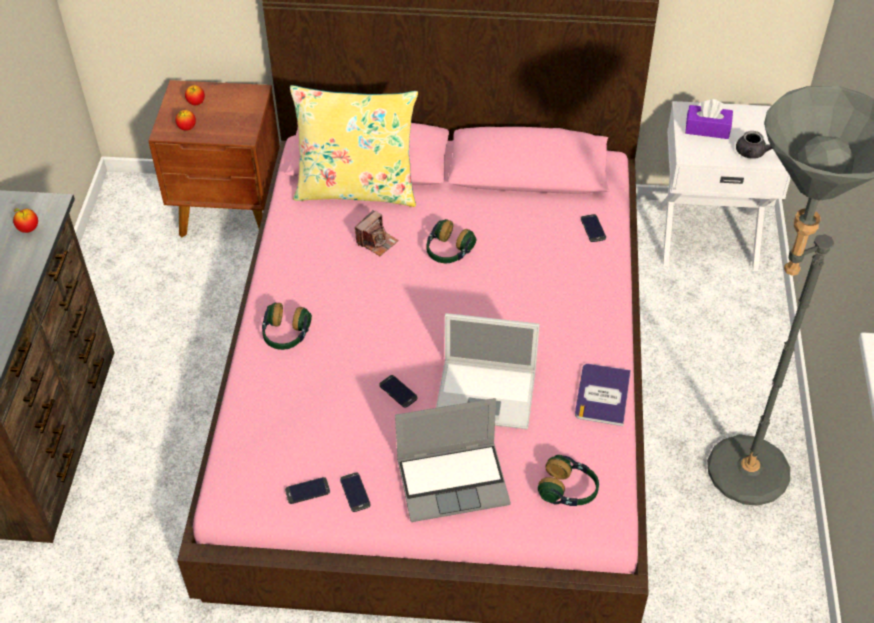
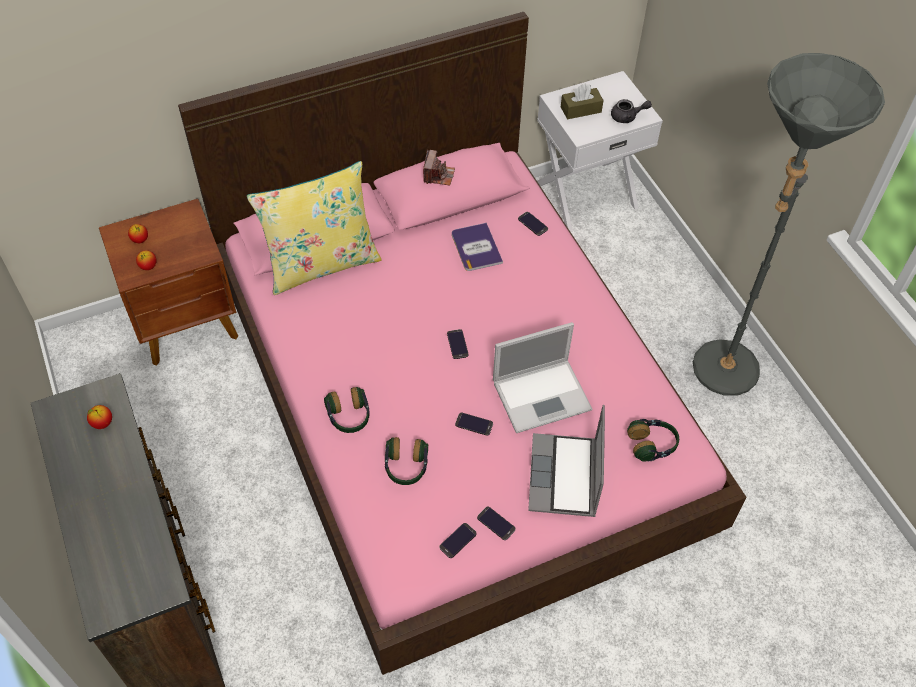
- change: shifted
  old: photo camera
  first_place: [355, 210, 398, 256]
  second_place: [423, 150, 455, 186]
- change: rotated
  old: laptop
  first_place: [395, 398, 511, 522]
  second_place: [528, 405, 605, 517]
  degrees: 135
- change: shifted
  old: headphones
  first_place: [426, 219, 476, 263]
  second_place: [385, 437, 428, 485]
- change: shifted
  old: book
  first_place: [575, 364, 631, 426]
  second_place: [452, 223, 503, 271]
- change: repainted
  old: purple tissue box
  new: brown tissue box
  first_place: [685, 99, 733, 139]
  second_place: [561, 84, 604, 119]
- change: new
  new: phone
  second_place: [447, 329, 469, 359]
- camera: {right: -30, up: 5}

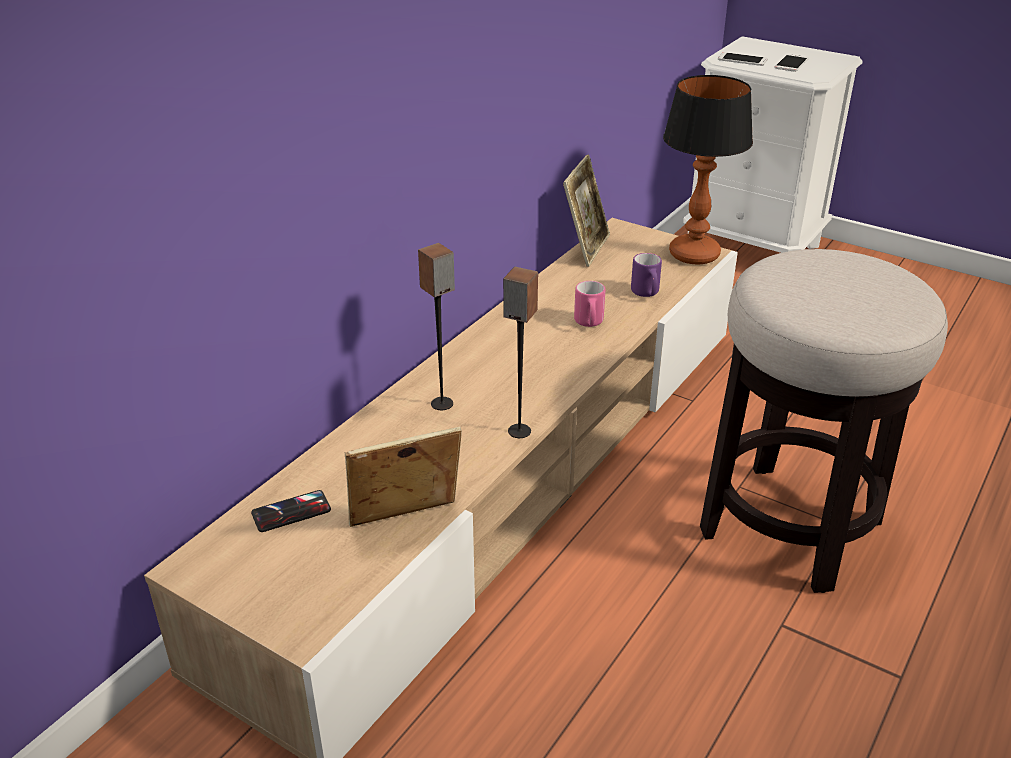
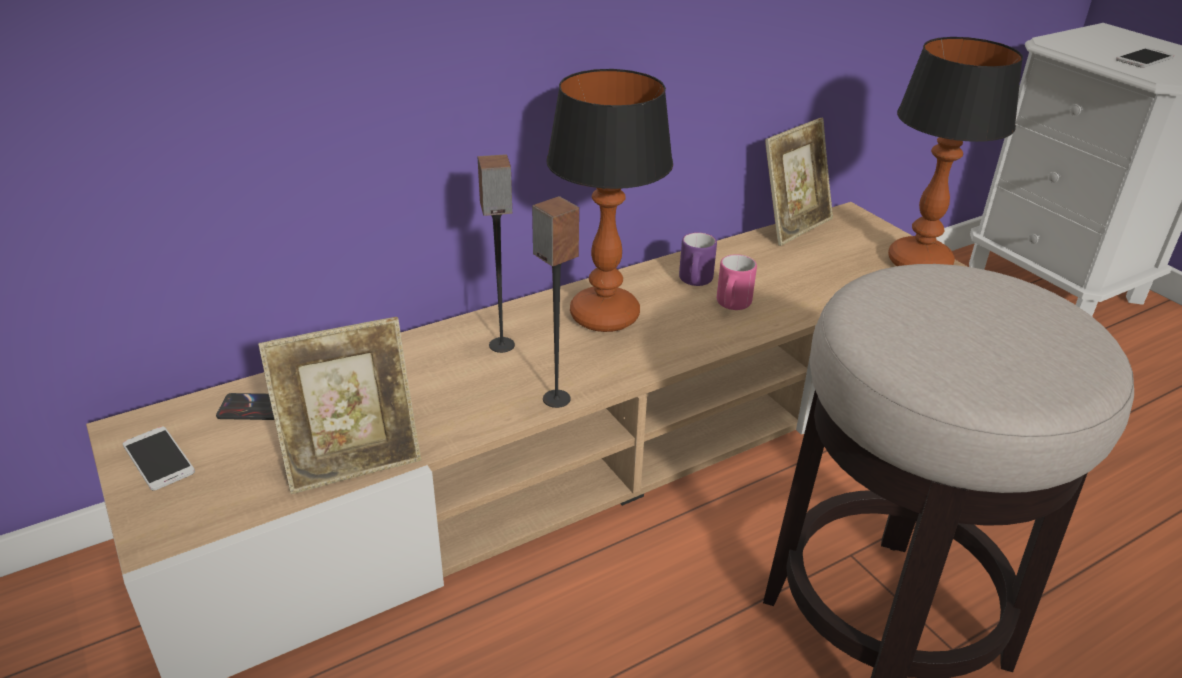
- change: rotated
  old: picture frame
  first_place: [345, 427, 462, 527]
  second_place: [258, 317, 421, 494]
  degrees: 150
- change: shifted
  old: purple mug
  first_place: [631, 253, 662, 297]
  second_place: [679, 232, 717, 286]
- change: shifted
  old: phone
  first_place: [718, 52, 768, 66]
  second_place: [123, 427, 195, 490]
- change: new
  new: table lamp
  second_place: [546, 69, 673, 332]
- camera: {right: 25, up: 0}

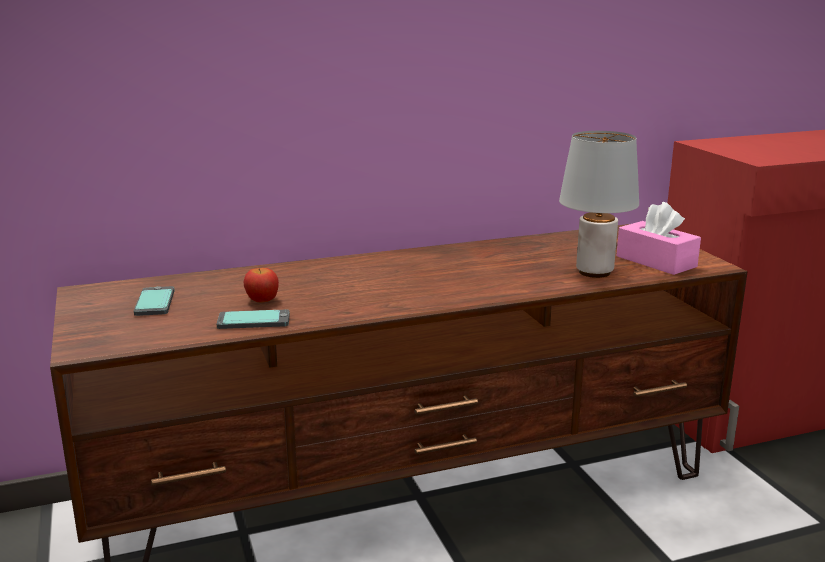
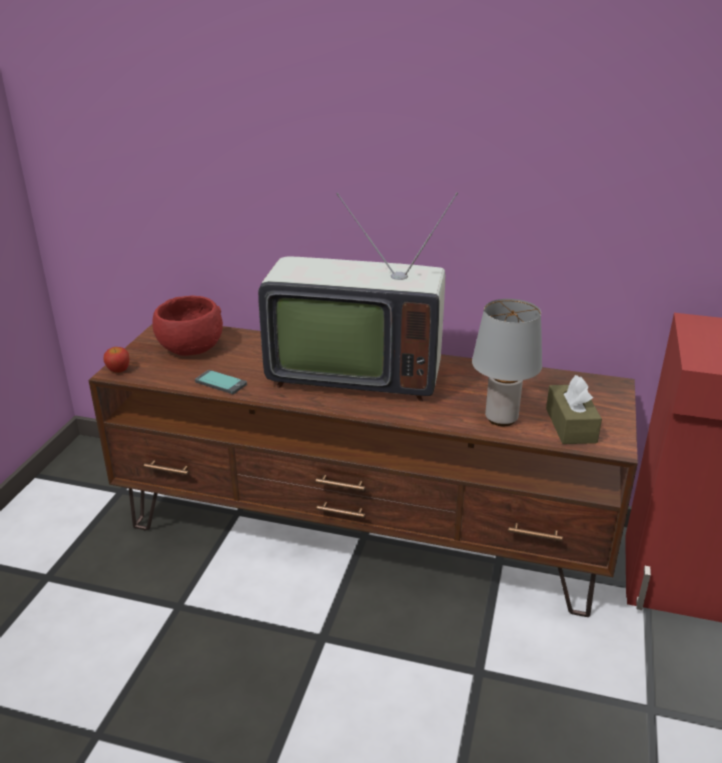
- change: swapped
  old: phone
  new: red bowl
  first_place: [134, 286, 175, 316]
  second_place: [152, 296, 223, 356]
- change: shifted
  old: apple
  first_place: [244, 268, 279, 302]
  second_place: [103, 347, 129, 373]
- change: repainted
  old: pink tissue box
  new: brown tissue box
  first_place: [617, 202, 701, 275]
  second_place: [546, 375, 602, 444]
- change: new
  new: television
  second_place: [258, 192, 458, 402]
- camera: {right: 35, up: 10}

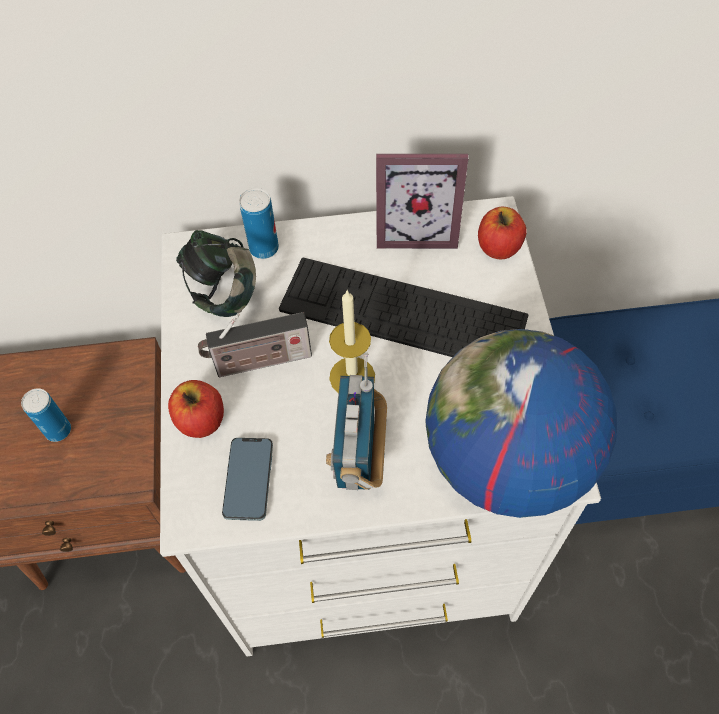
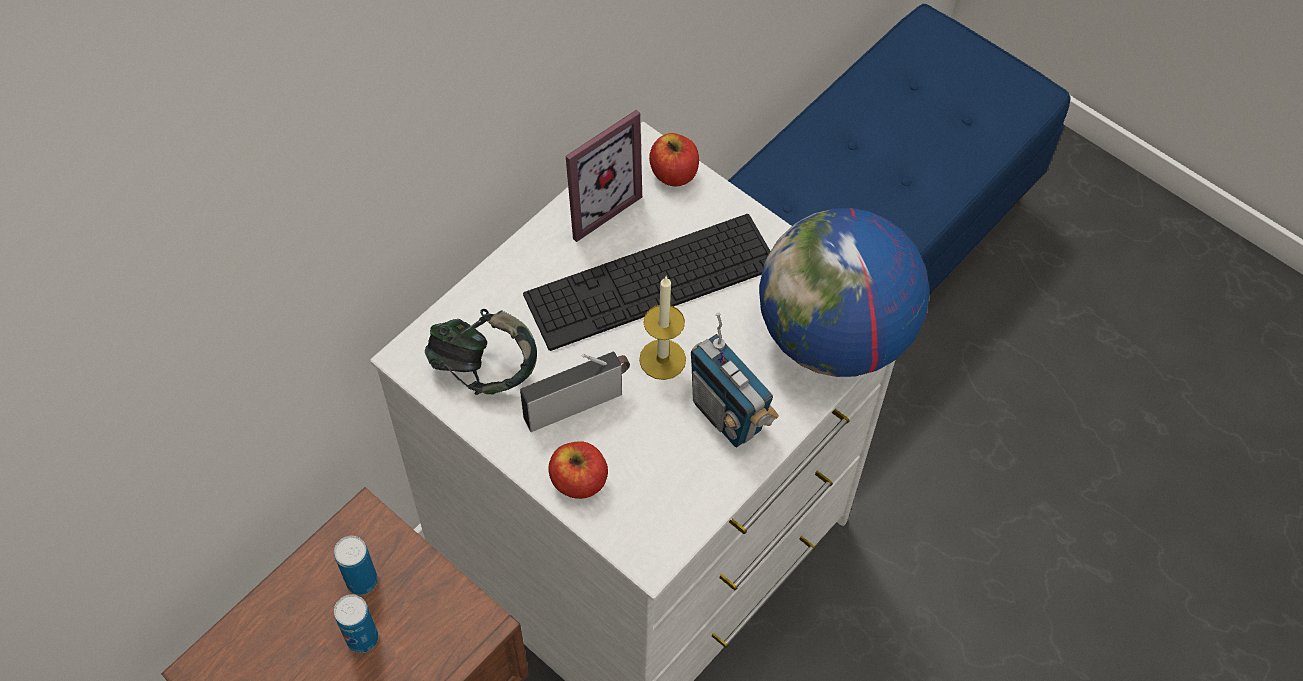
- change: rotated
  old: radio
  first_place: [198, 312, 312, 377]
  second_place: [520, 352, 630, 432]
  degrees: -150
- change: gone
  old: phone
  first_place: [222, 438, 273, 521]
- change: shifted
  old: can
  first_place: [239, 188, 279, 259]
  second_place: [334, 536, 378, 595]
- camera: {right: -45, up: 0}

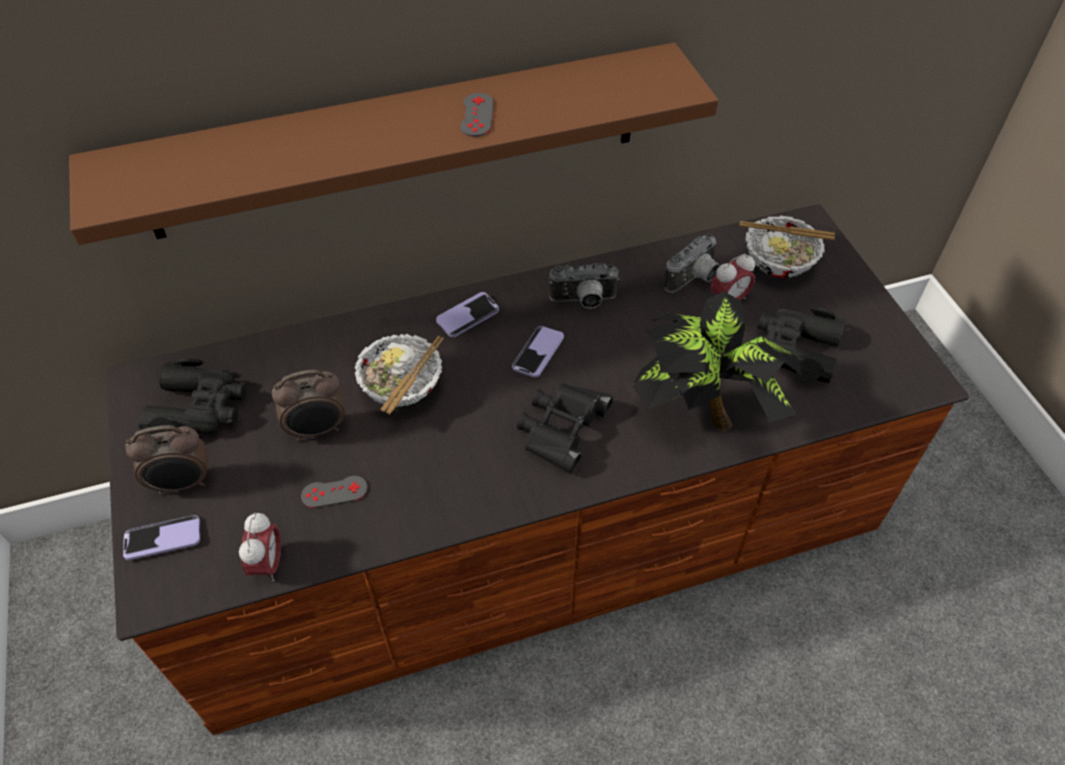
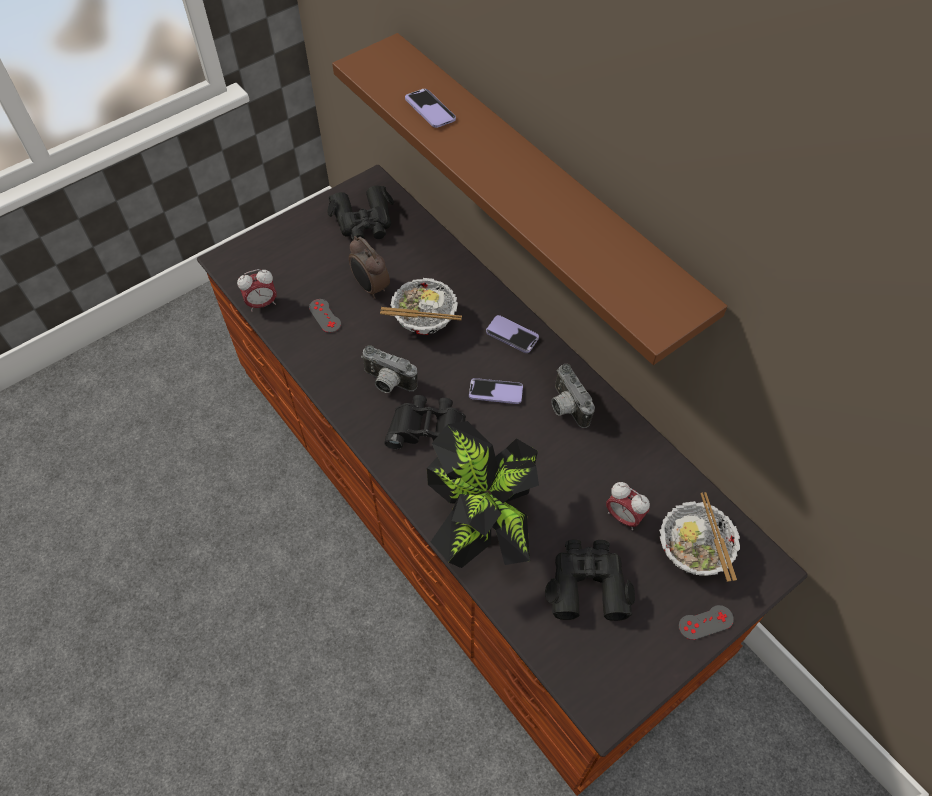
- change: shifted
  old: phone
  first_place: [123, 515, 200, 560]
  second_place: [405, 89, 456, 128]
- change: gone
  old: alarm clock
  first_place: [125, 425, 208, 495]
- change: shifted
  old: grey game controller
  first_place: [460, 93, 494, 137]
  second_place: [679, 605, 734, 640]
- change: shifted
  old: photo camera
  first_place: [664, 234, 720, 293]
  second_place: [361, 345, 418, 393]
- camera: {right: 70, up: 5}

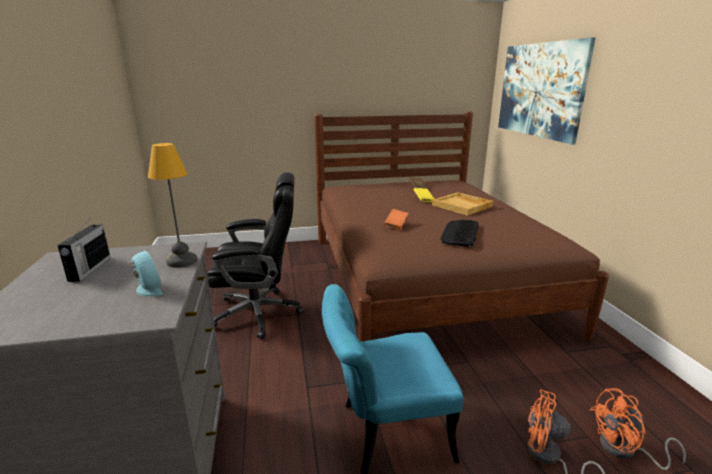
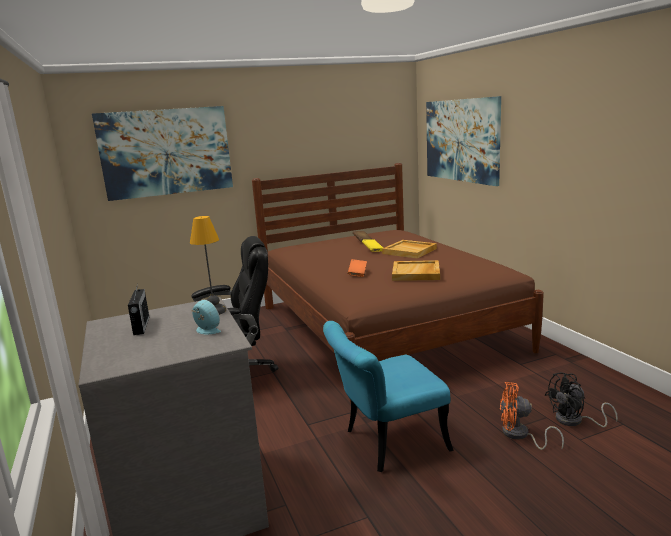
- change: swapped
  old: keyboard
  new: beige tray
  first_place: [441, 220, 479, 247]
  second_place: [392, 260, 440, 281]
- change: repainted
  old: orange fan
  new: black fan
  first_place: [590, 388, 686, 470]
  second_place: [545, 372, 618, 428]
- change: new
  new: picture
  second_place: [92, 106, 233, 201]
- camera: {right: -10, up: -5}

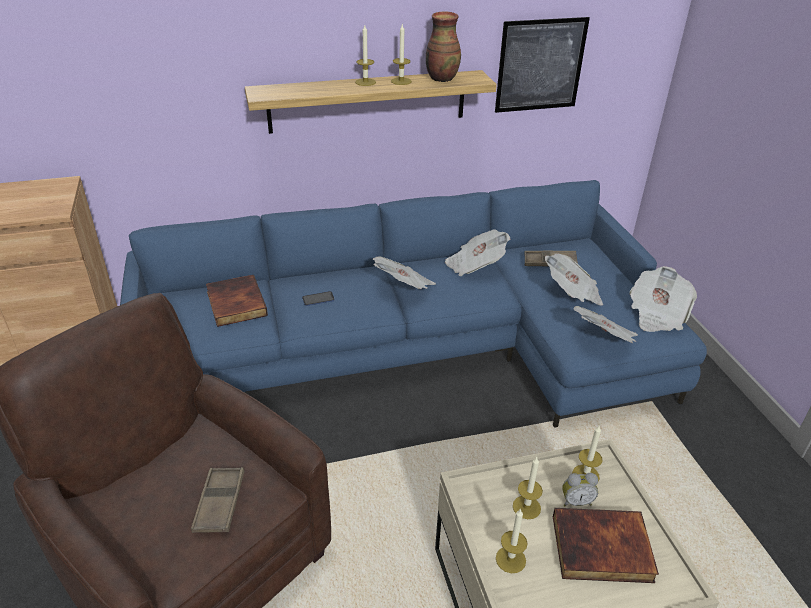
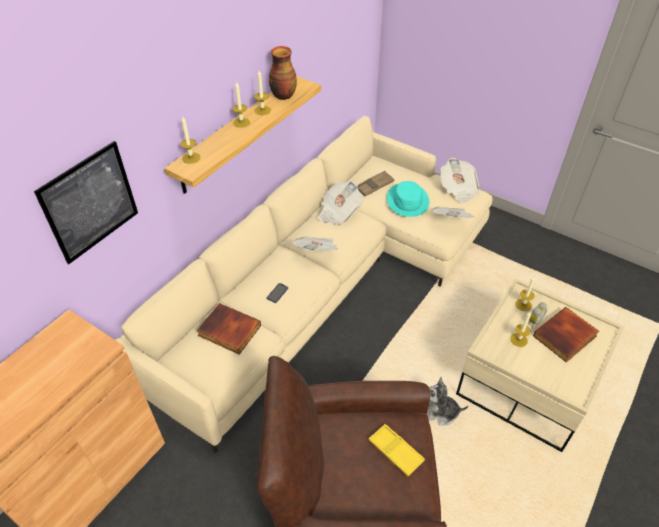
- change: repainted
  old: blue sofa
  new: beige sofa
  first_place: [120, 180, 707, 428]
  second_place: [116, 116, 492, 453]
- change: repainted
  old: brown tray
  new: yellow tray
  first_place: [191, 467, 245, 533]
  second_place: [369, 424, 425, 476]
- change: shifted
  old: picture
  first_place: [495, 17, 590, 113]
  second_place: [34, 141, 138, 264]
- change: shifted
  old: candle
  first_place: [496, 508, 528, 573]
  second_place: [180, 117, 200, 164]
- change: swapped
  old: newspaper
  new: turquoise hat
  first_place: [545, 253, 603, 305]
  second_place: [387, 181, 429, 217]
- change: new
  new: plush toy
  second_place: [427, 377, 468, 426]
- camera: {right: -40, up: 10}

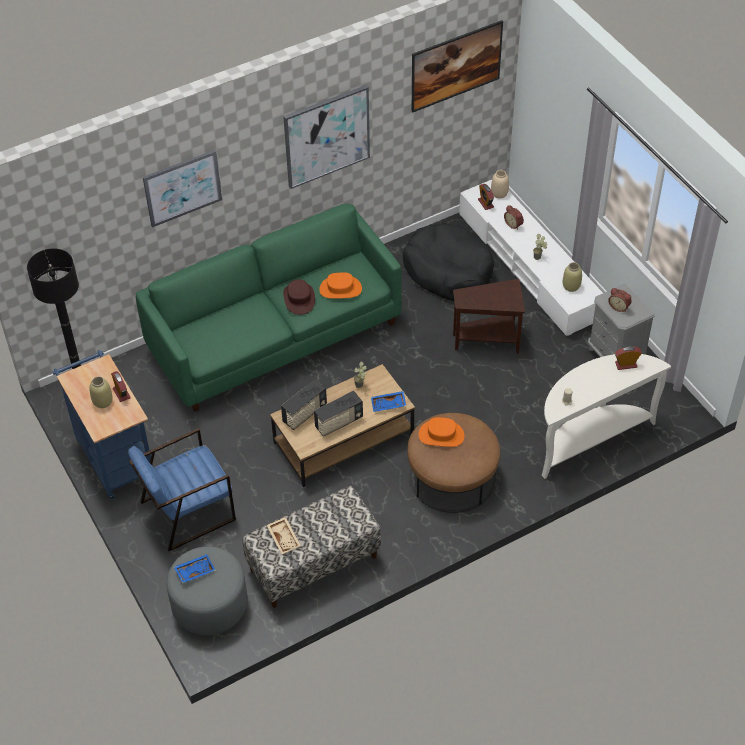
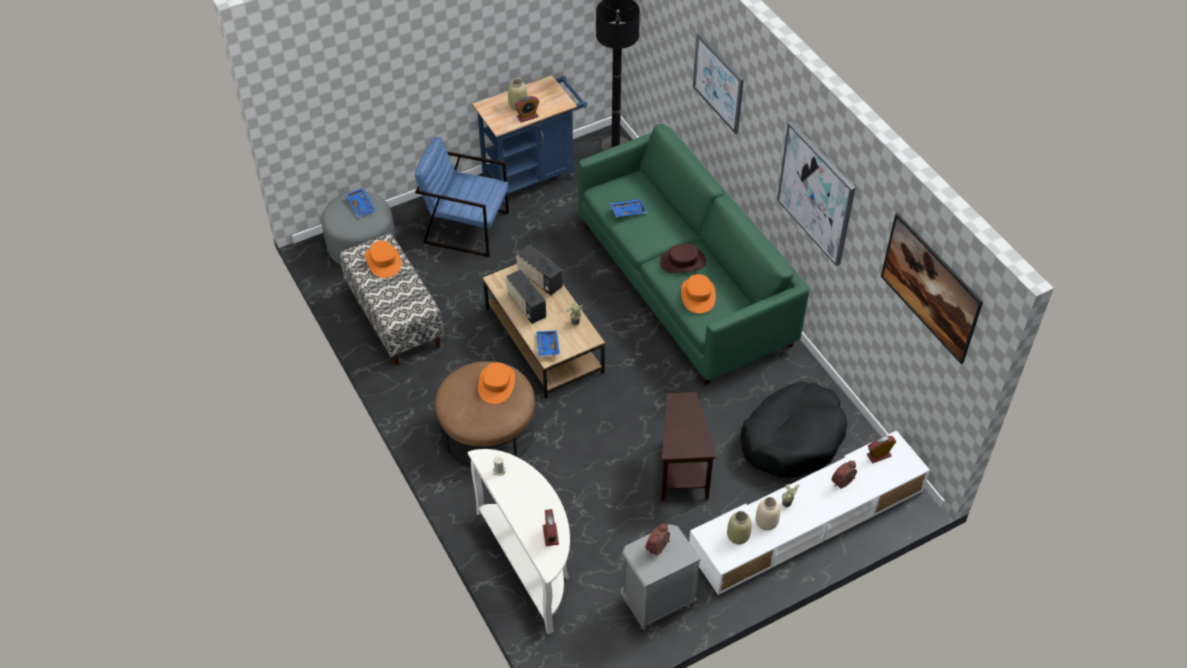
- change: rotated
  old: blue armchair
  first_place: [128, 428, 236, 551]
  second_place: [415, 137, 509, 257]
  degrees: -45
- change: swapped
  old: beige tray
  new: orange hat
  first_place: [267, 517, 301, 554]
  second_place: [365, 241, 401, 278]
- change: shifted
  old: beige vase
  first_place: [491, 170, 509, 198]
  second_place: [756, 497, 780, 531]
- change: new
  new: blue tray
  second_place: [610, 199, 647, 217]
- camera: {right: 90, up: 0}

